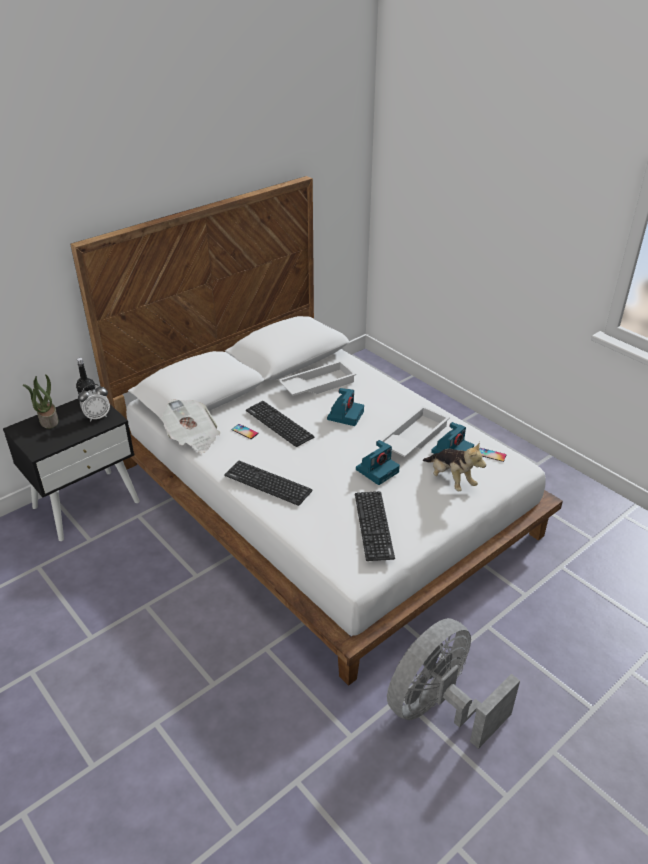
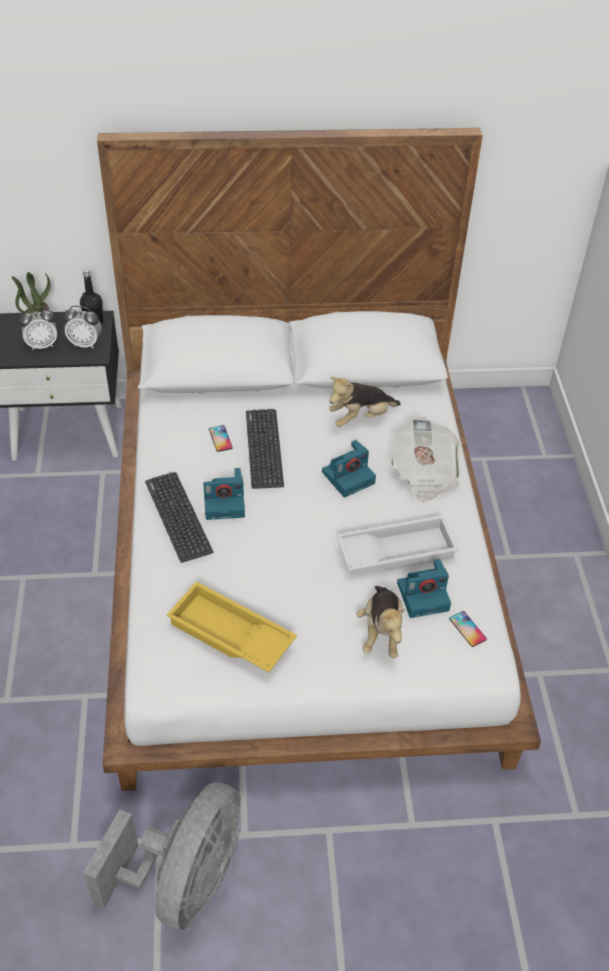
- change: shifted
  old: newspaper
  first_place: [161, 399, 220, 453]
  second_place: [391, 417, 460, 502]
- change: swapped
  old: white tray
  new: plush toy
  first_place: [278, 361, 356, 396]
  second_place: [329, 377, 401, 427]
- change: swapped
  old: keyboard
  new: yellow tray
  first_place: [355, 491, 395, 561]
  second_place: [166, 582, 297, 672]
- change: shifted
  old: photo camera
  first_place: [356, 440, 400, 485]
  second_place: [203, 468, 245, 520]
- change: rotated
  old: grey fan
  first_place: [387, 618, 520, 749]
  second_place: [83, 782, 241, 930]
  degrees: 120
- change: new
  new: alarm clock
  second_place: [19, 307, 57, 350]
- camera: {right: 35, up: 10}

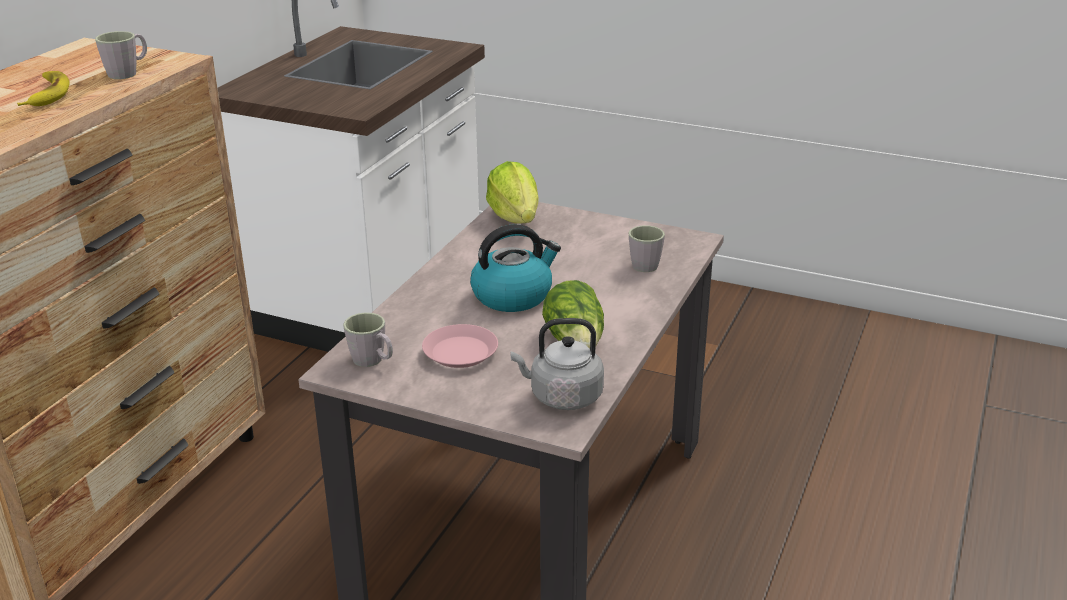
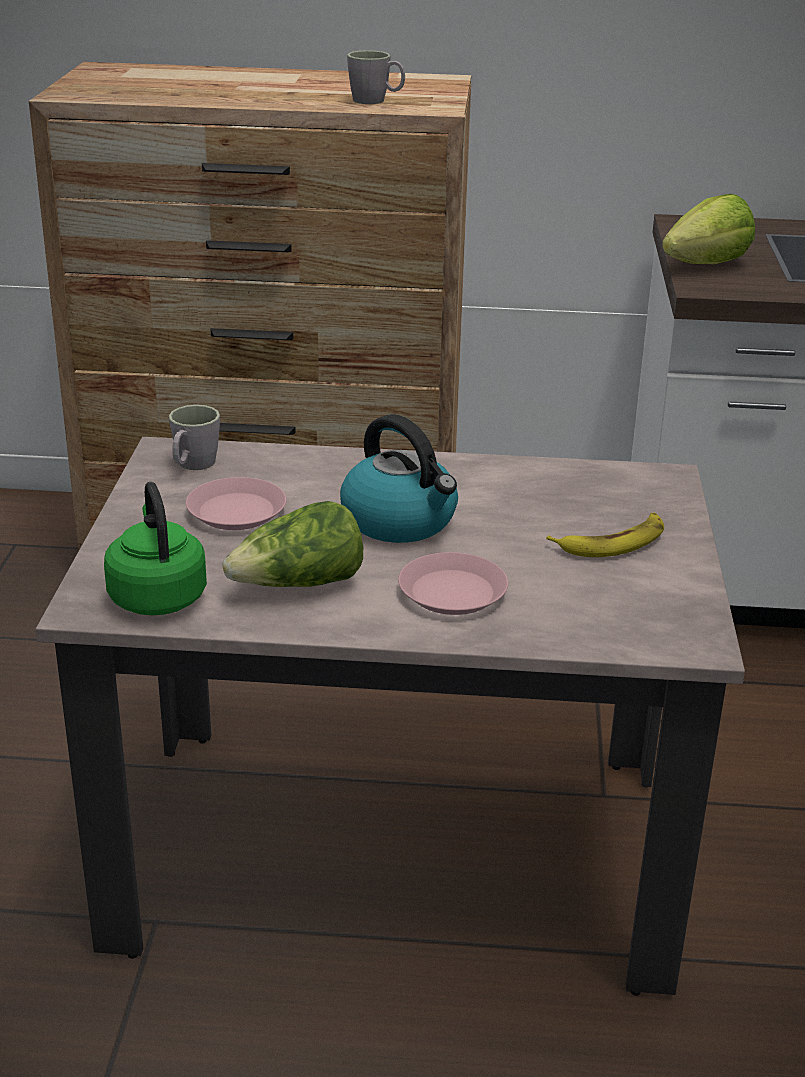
- change: shifted
  old: banana
  first_place: [17, 71, 70, 106]
  second_place: [546, 513, 664, 557]
- change: shifted
  old: lettuce
  first_place: [486, 161, 539, 224]
  second_place: [662, 194, 755, 264]
- change: repainted
  old: grey kettle
  new: green kettle
  first_place: [510, 318, 604, 410]
  second_place: [104, 482, 207, 615]
- change: gone
  old: grey mug
  first_place: [629, 225, 665, 272]
- change: new
  new: pink plate
  second_place: [398, 552, 508, 615]
- camera: {right: 70, up: 0}

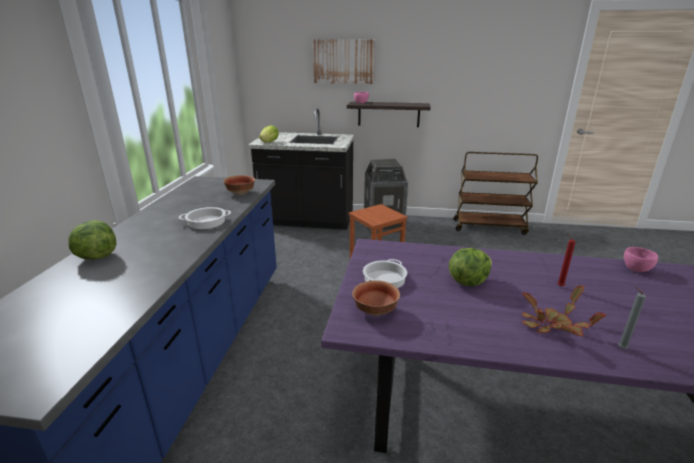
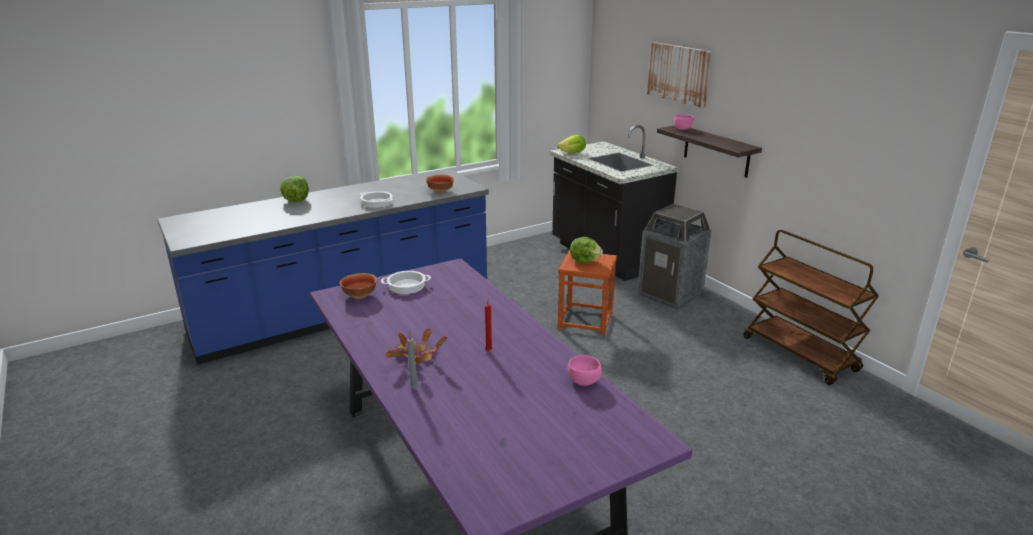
- change: shifted
  old: lettuce
  first_place: [449, 248, 492, 286]
  second_place: [570, 237, 603, 263]
- camera: {right: 50, up: 0}

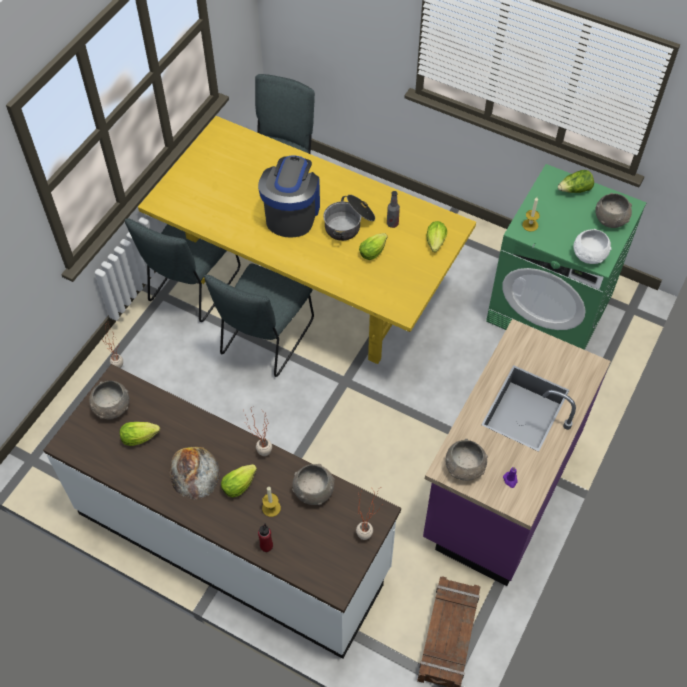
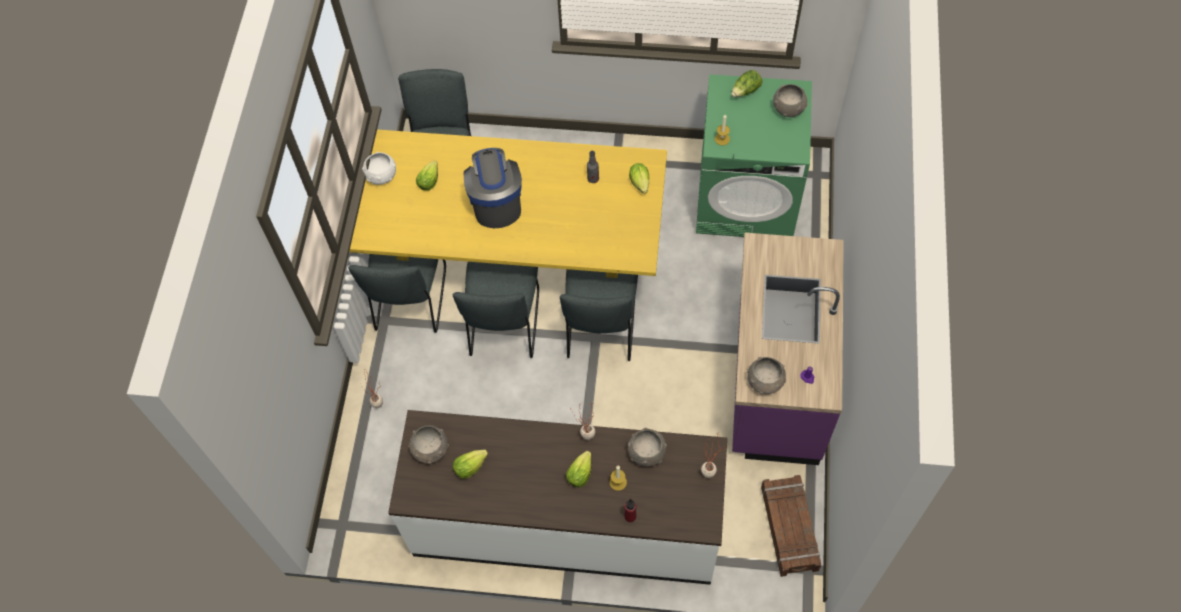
- change: gone
  old: bread
  first_place: [169, 447, 219, 500]
- change: gone
  old: cooking pot
  first_place: [323, 195, 375, 241]
- change: shifted
  old: lettuce
  first_place: [359, 233, 388, 260]
  second_place: [416, 161, 438, 191]
- change: shifted
  old: white bowl
  first_place: [573, 229, 612, 264]
  second_place: [362, 152, 396, 185]
- change: new
  new: grey chair
  second_place: [560, 269, 638, 361]
- camera: {right: -20, up: 5}

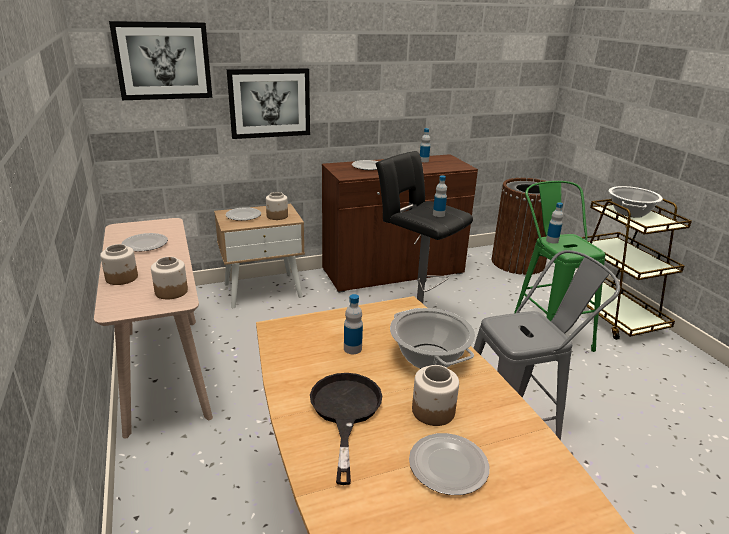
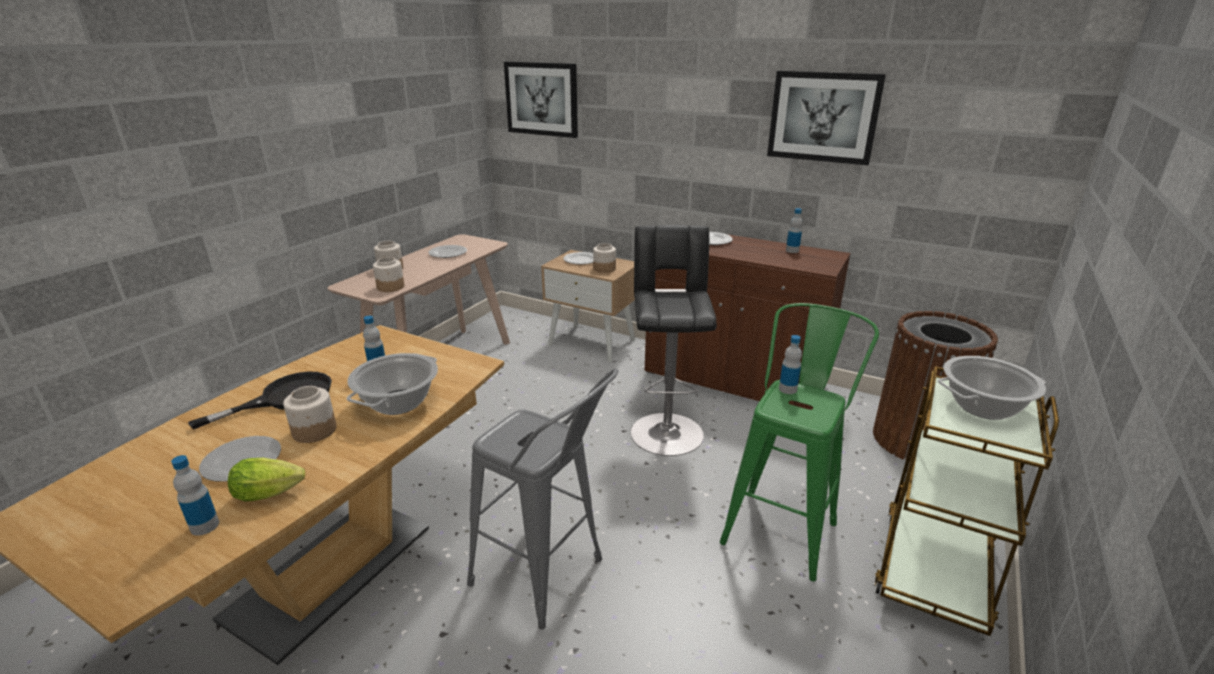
- change: shifted
  old: picture
  first_place: [227, 68, 310, 139]
  second_place: [767, 71, 886, 165]
- change: shifted
  old: bottle
  first_place: [433, 176, 447, 217]
  second_place: [171, 455, 219, 536]
- change: new
  new: lettuce
  second_place: [228, 458, 305, 502]
- camera: {right: 50, up: 0}

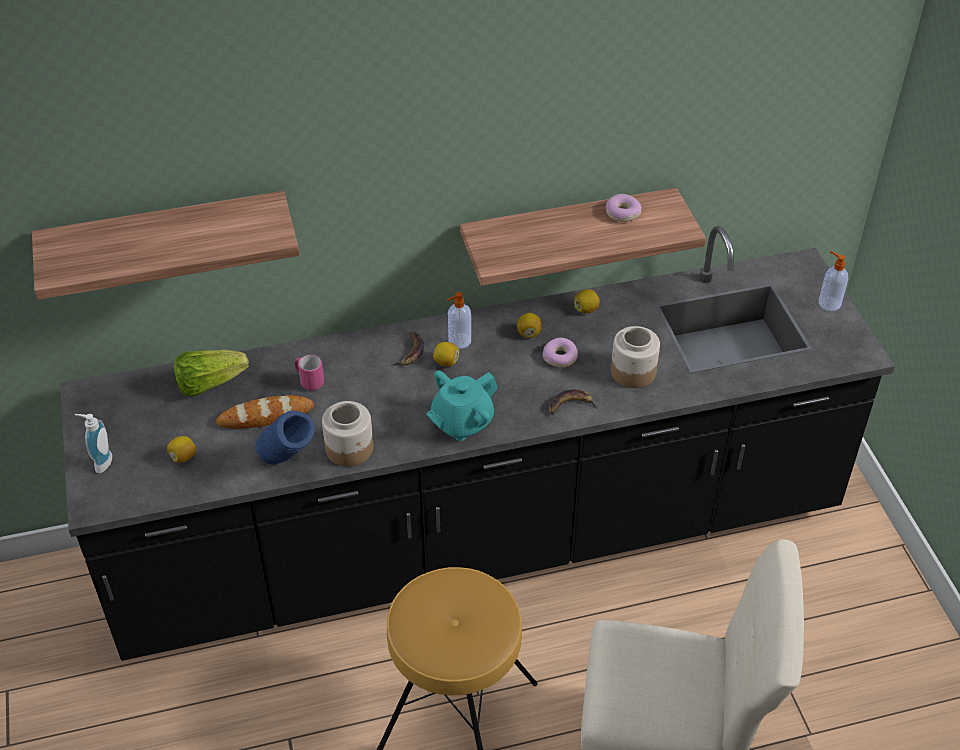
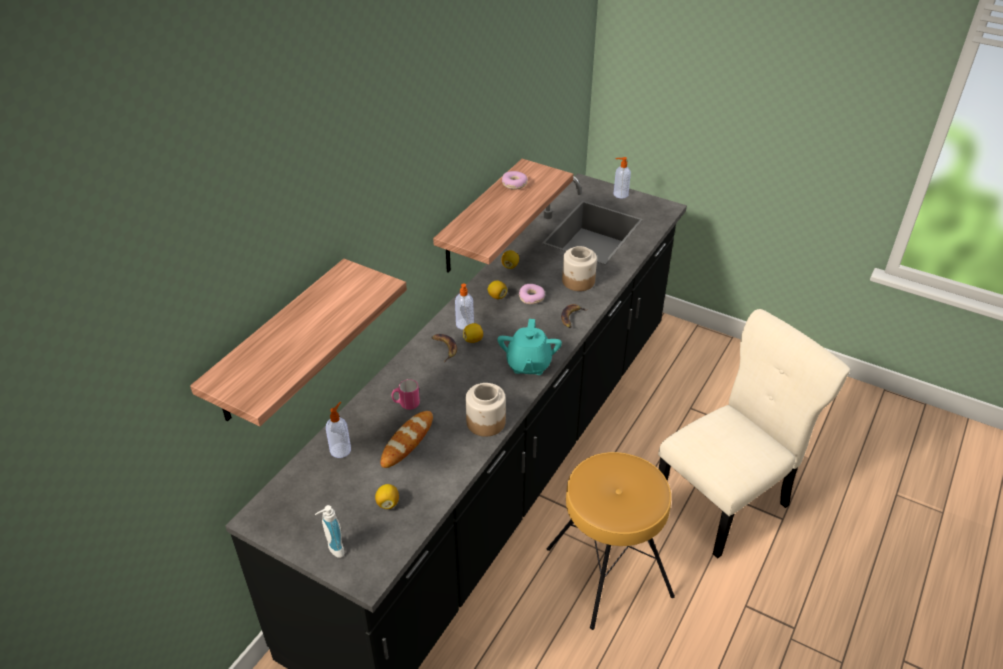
- change: swapped
  old: lettuce
  new: soap dispenser
  first_place: [174, 350, 249, 396]
  second_place: [326, 402, 351, 458]
- change: gone
  old: blue vase
  first_place: [255, 411, 315, 464]
- camera: {right: -45, up: -5}

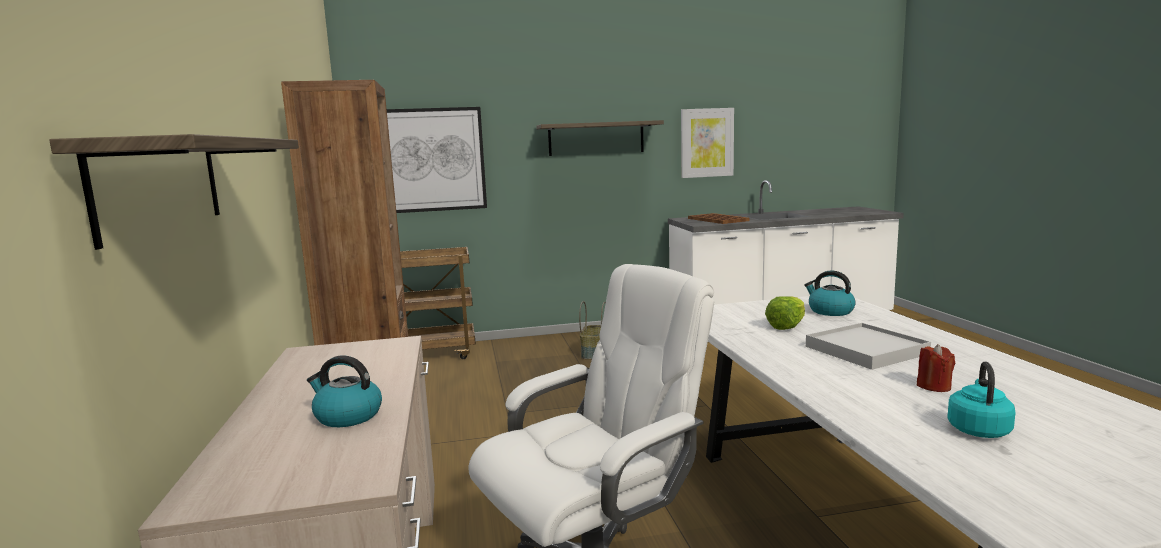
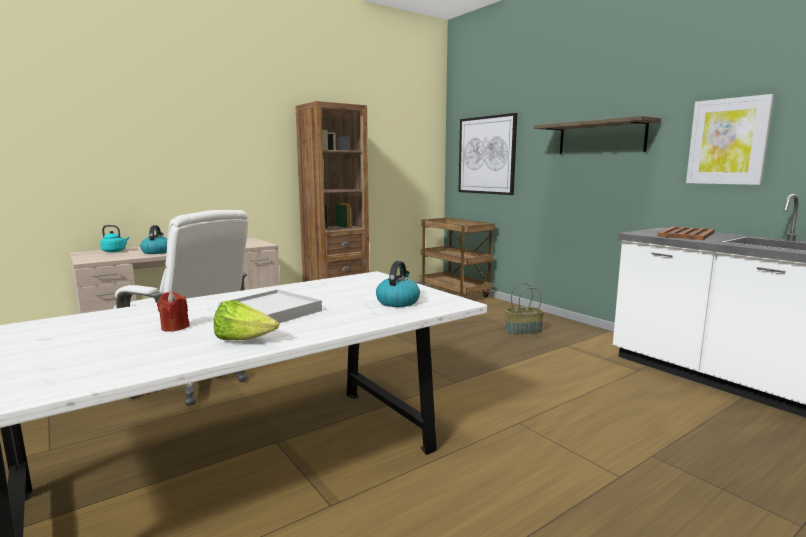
- change: gone
  old: shelf
  first_place: [49, 134, 299, 250]
- change: shifted
  old: lettuce
  first_place: [765, 296, 805, 330]
  second_place: [214, 300, 279, 340]
- change: shifted
  old: turquoise kettle
  first_place: [947, 361, 1016, 438]
  second_place: [100, 225, 129, 252]
- camera: {right: 65, up: 0}

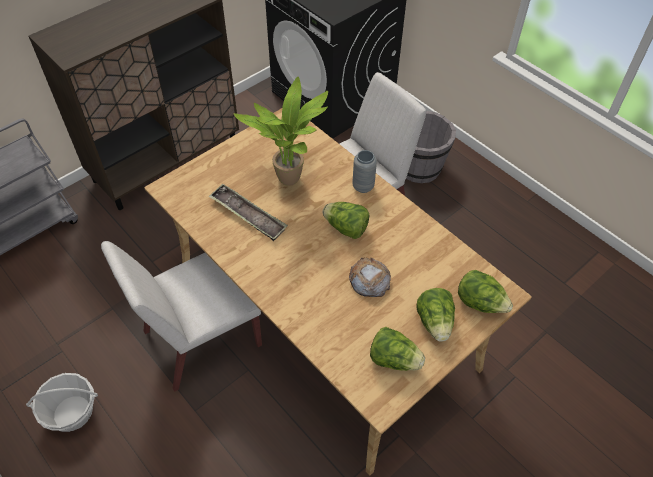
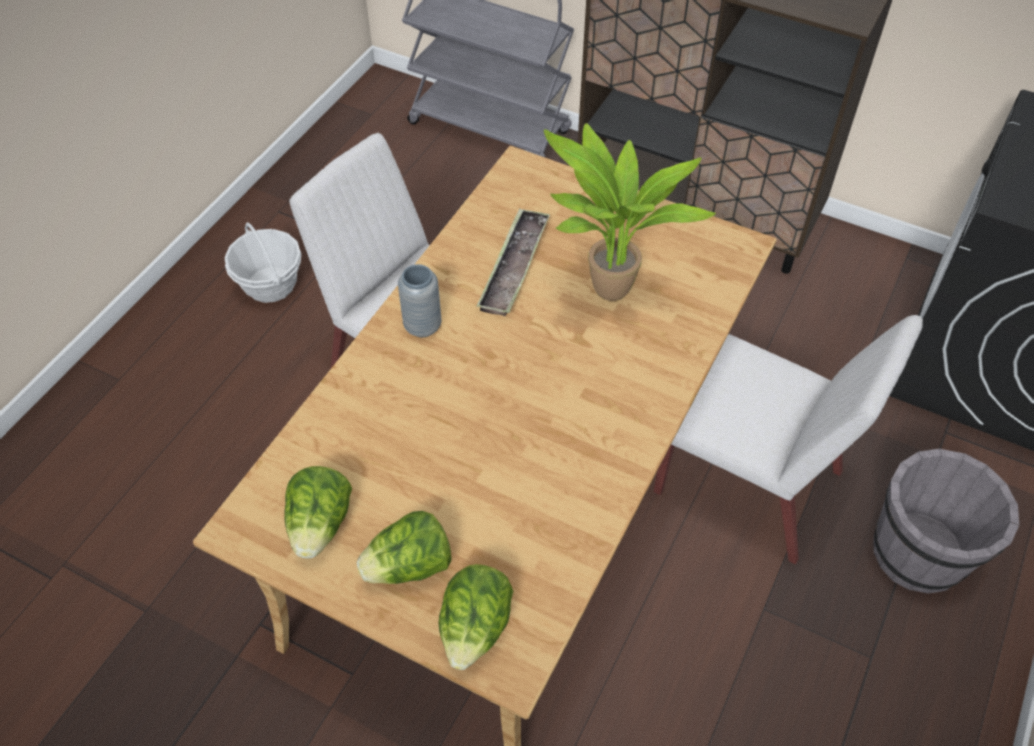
- change: gone
  old: lettuce
  first_place: [322, 202, 369, 239]
- change: gone
  old: bread
  first_place: [349, 258, 391, 297]
- change: shifted
  old: grey vase
  first_place: [352, 150, 377, 193]
  second_place: [398, 264, 441, 337]
- camera: {right: 70, up: 0}

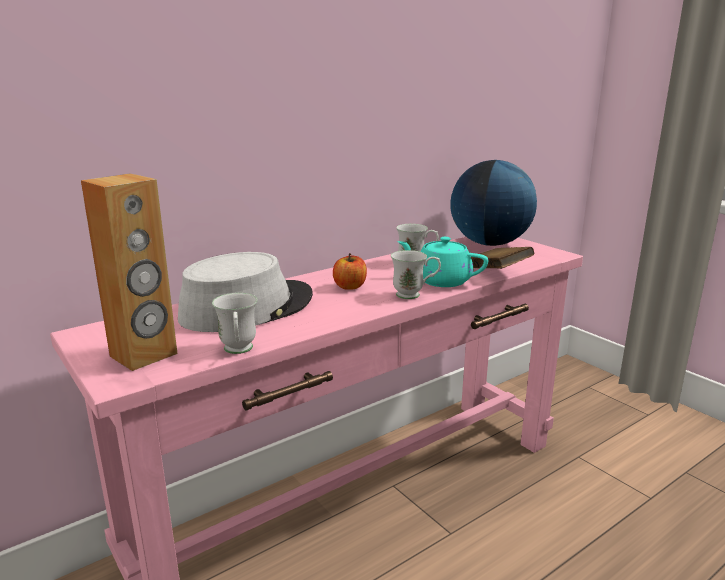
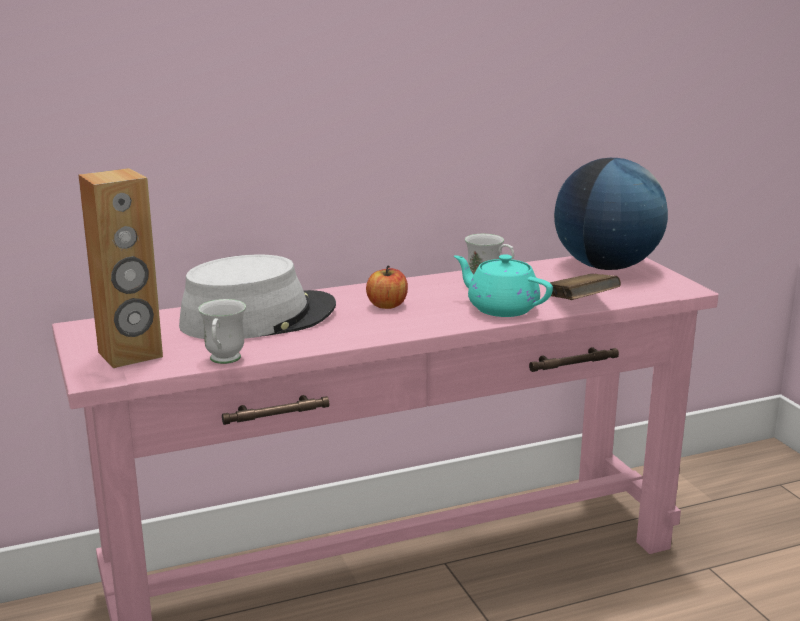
- change: gone
  old: white mug
  first_place: [391, 250, 441, 299]
- camera: {right: 15, up: 0}

